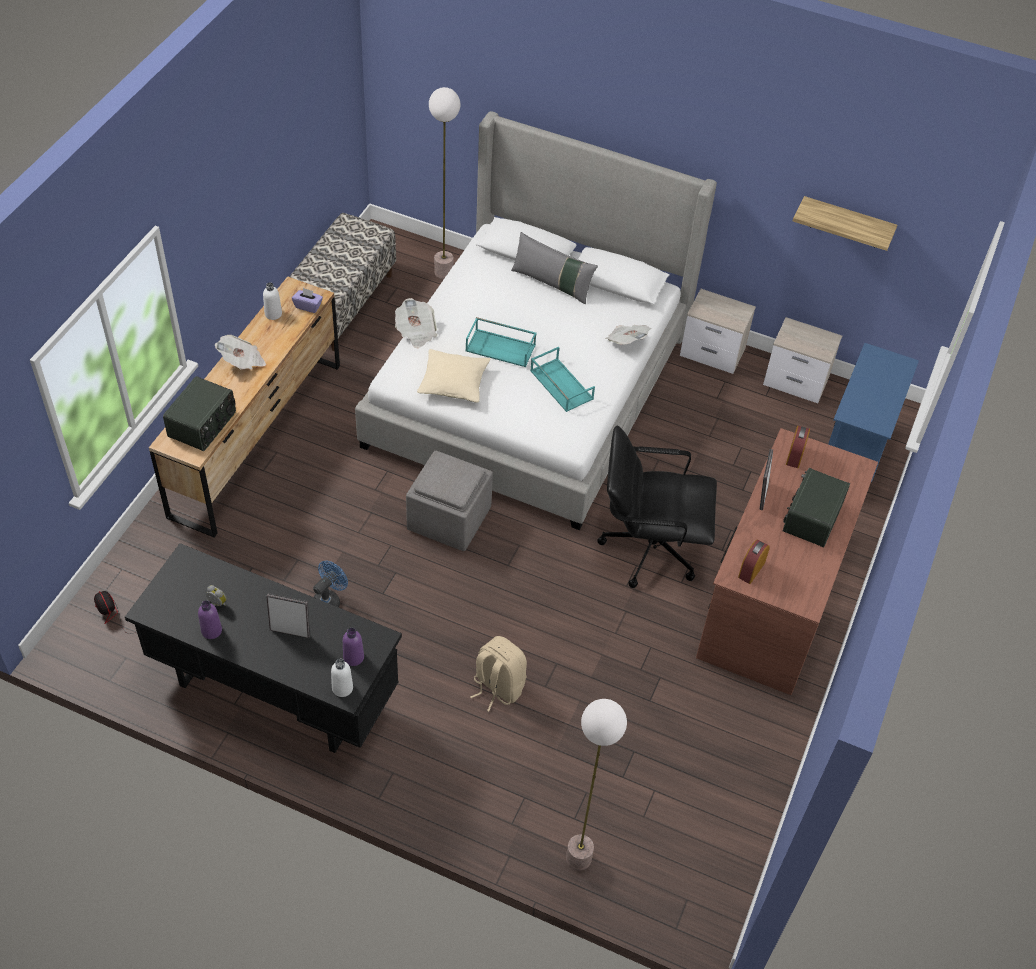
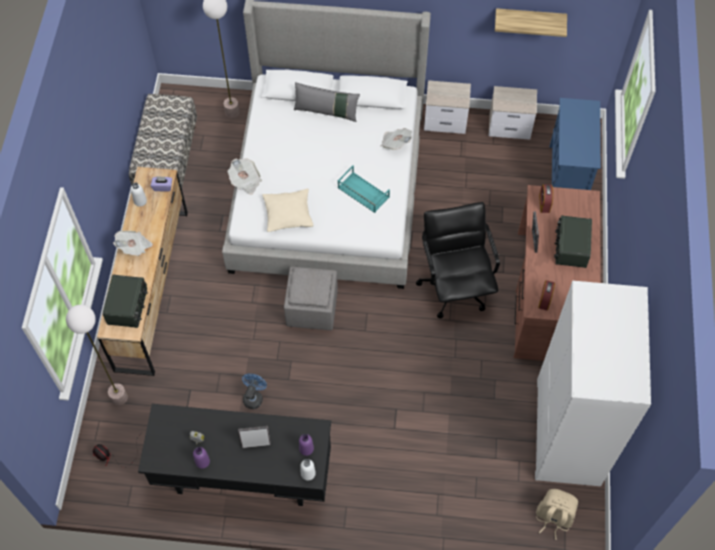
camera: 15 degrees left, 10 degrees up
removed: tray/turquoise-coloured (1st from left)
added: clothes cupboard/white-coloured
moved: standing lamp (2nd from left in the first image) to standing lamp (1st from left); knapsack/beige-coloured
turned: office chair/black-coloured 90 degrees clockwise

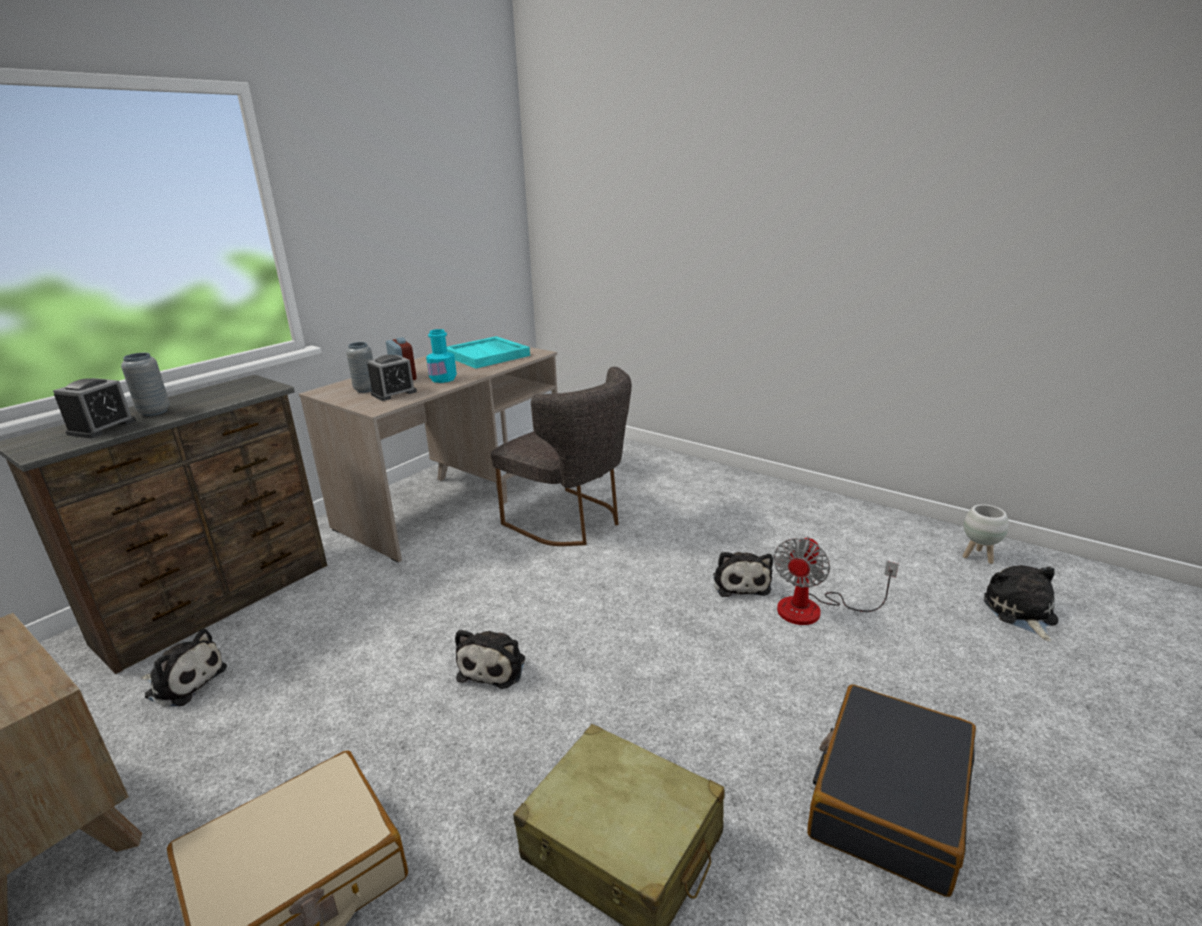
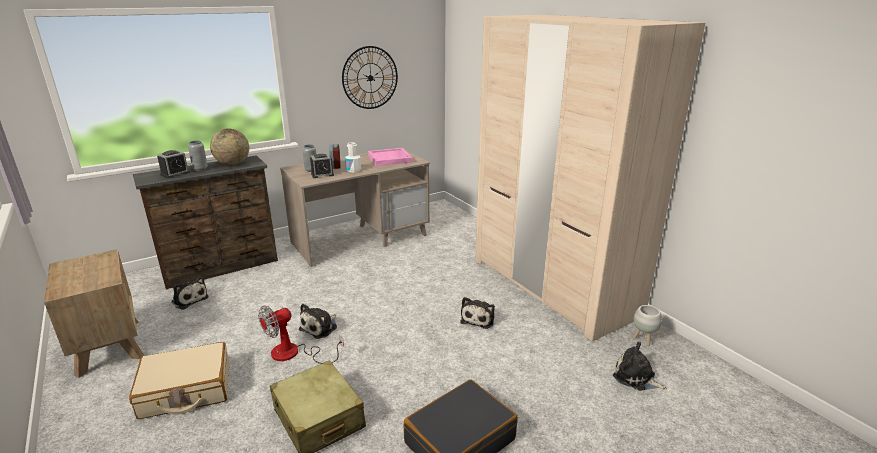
camera: 20 degrees right, 0 degrees up
removed: plain chair/greyish
added: globe; clock on the wall; clothes cupboard/beige-coloured
moved: cooling fan
recoloured: beverage bottle/turquoise-coloured to beverage bottle/white-coloured; tray/turquoise-coloured to tray/pink-coloured
turned: plush toy (4th from left) 75 degrees counterclockwise

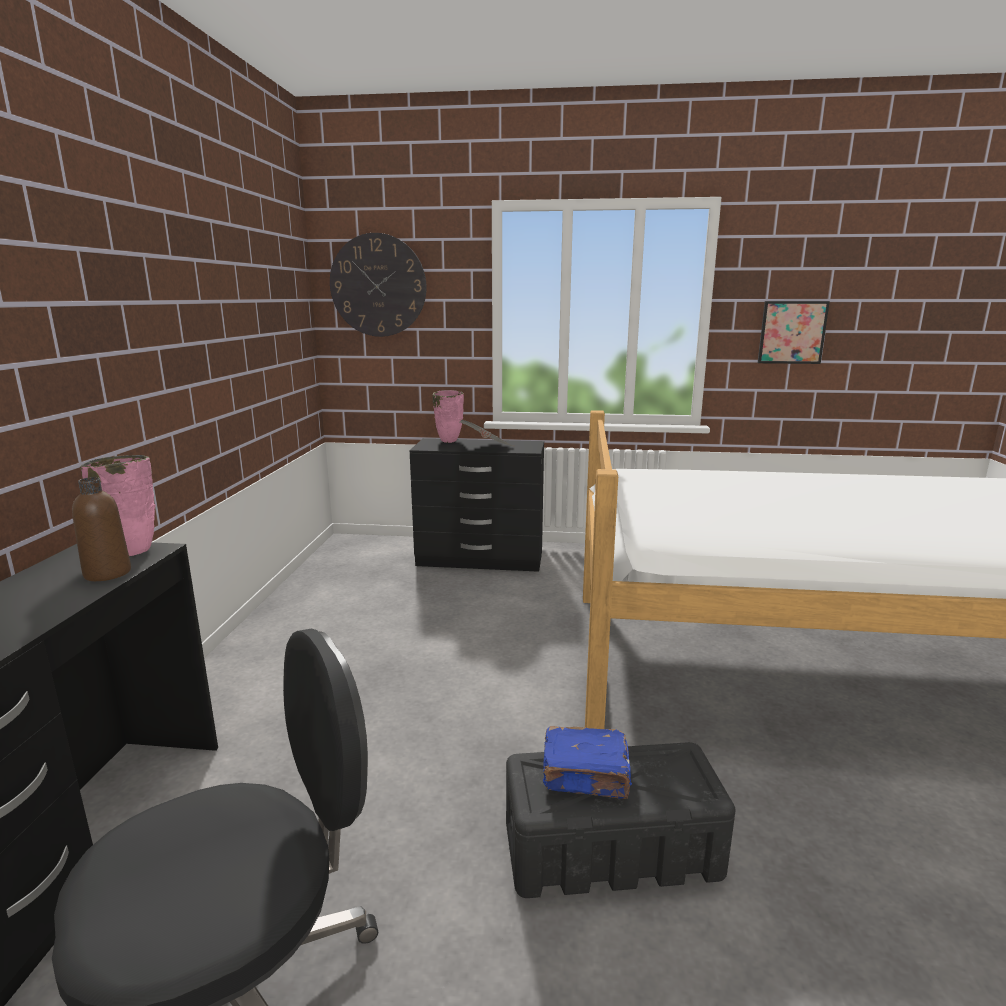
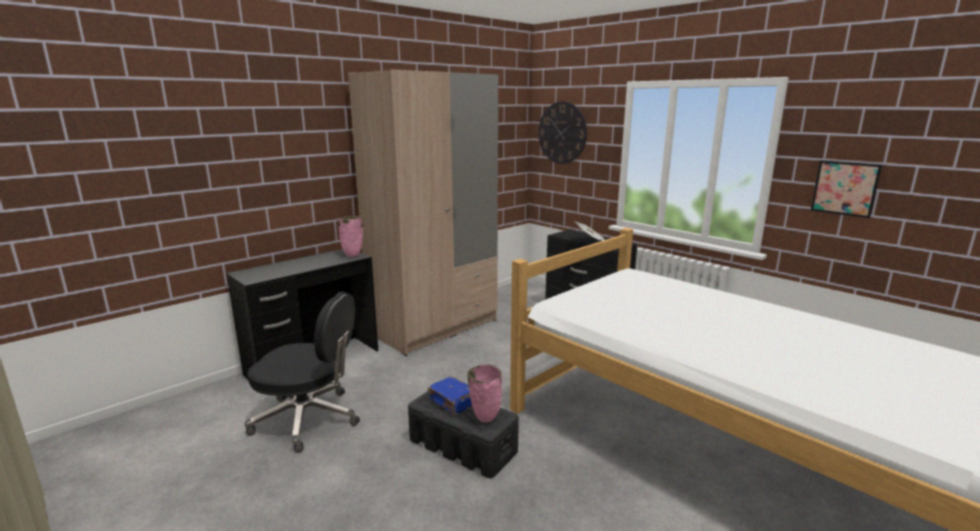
camera: 40 degrees right, 0 degrees up
removed: beverage bottle/brown
added: clothes cupboard/beige-coloured
moved: decorative vase/pink-coloured (2nd from left)

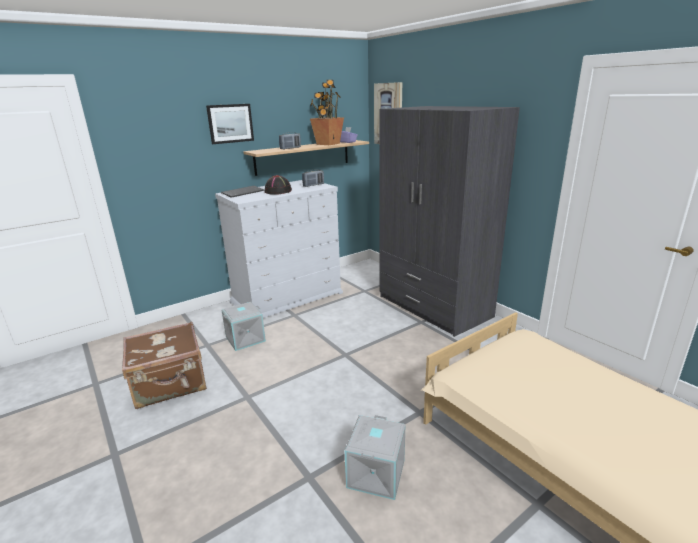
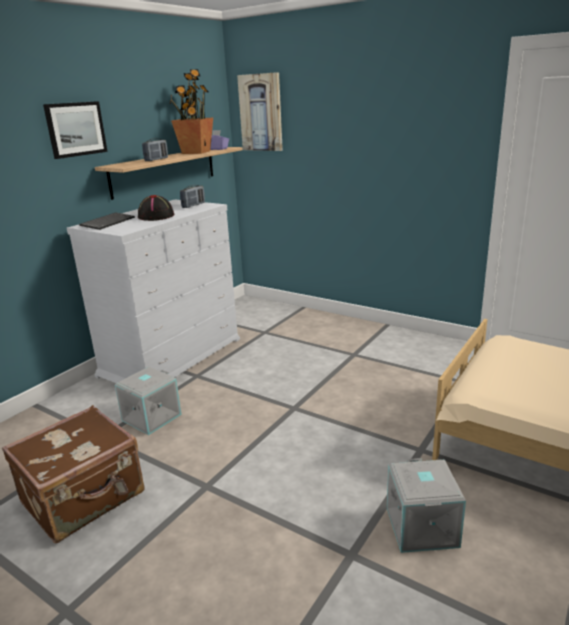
camera: 20 degrees left, 0 degrees up
removed: clothes cupboard/greyish

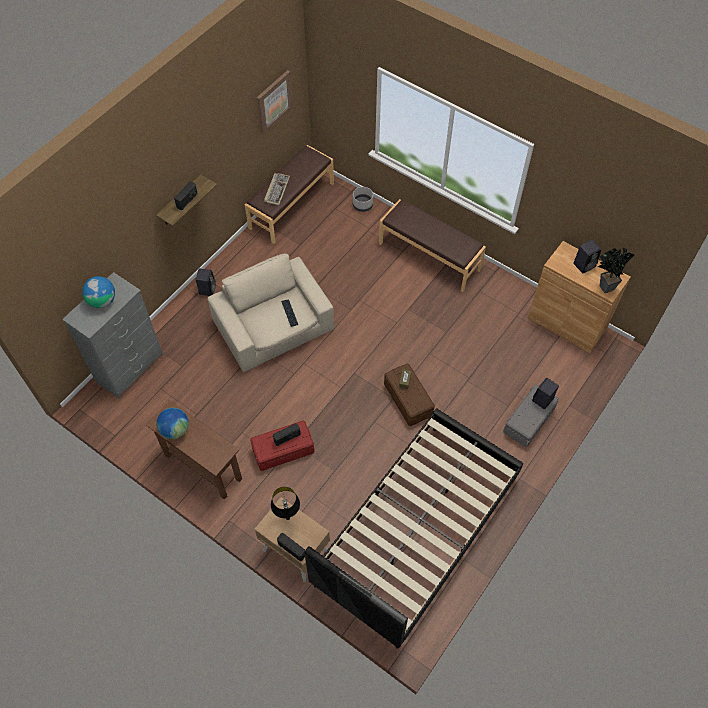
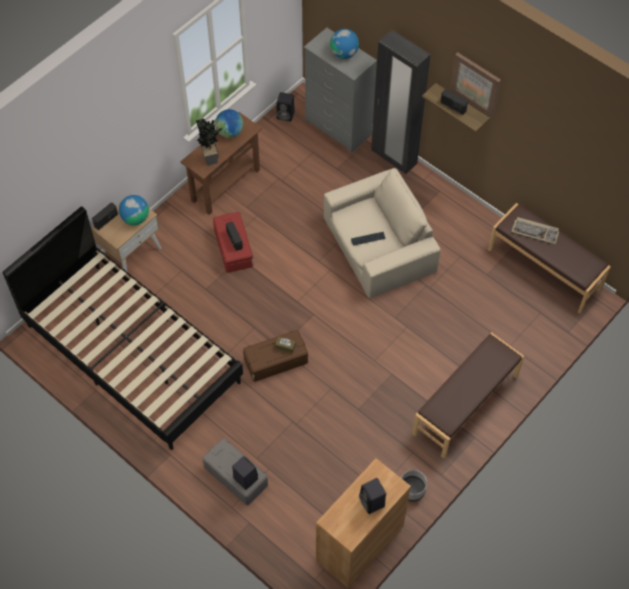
camera: 95 degrees right, 0 degrees up
added: clothes cupboard/black-coloured
moved: houseplant; speaker/black-coloured (1st from left in the first image) to speaker/black-coloured (2nd from left); plant pot/greyish; wall picture
replaced: tabletop lamp/black-coloured to globe (1st from left)

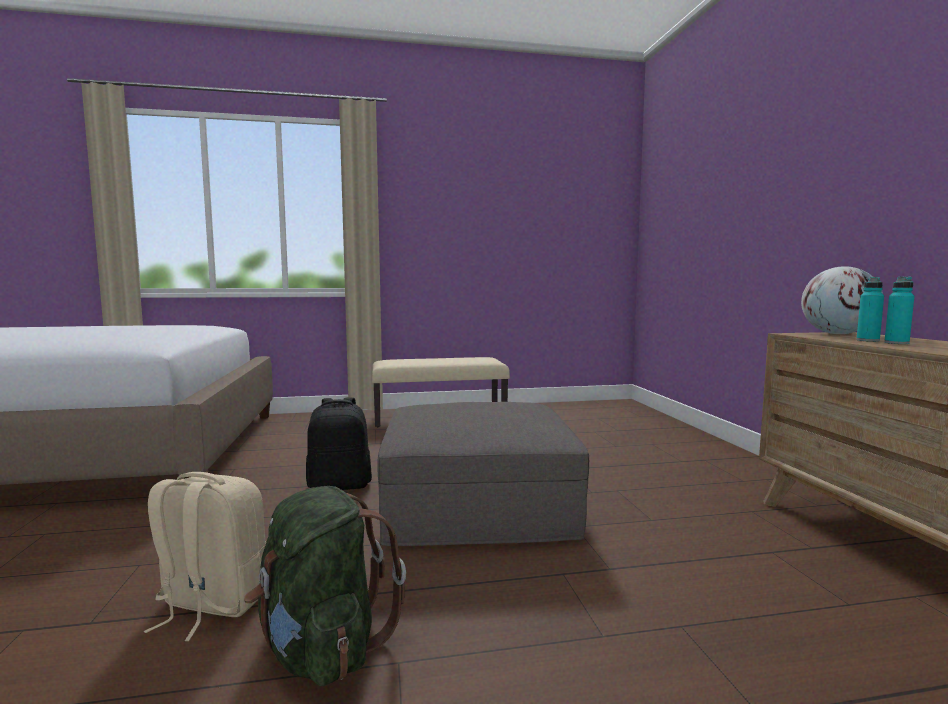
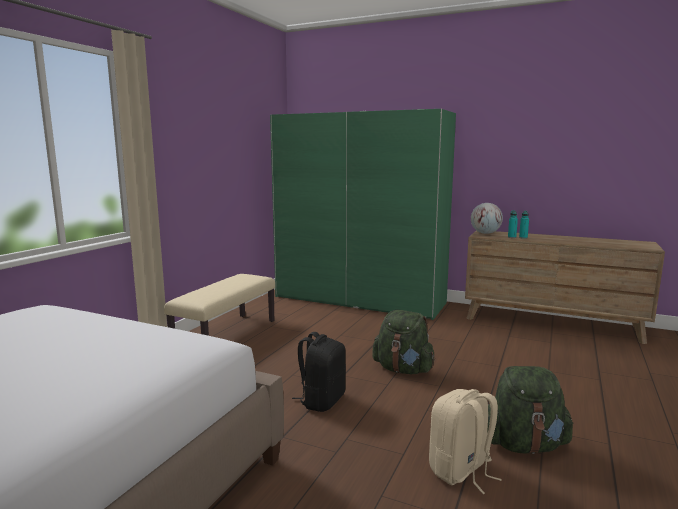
camera: 55 degrees left, 5 degrees up
added: clothes cupboard/green
replaced: pouffe/greyish to knapsack/green (1st from left)

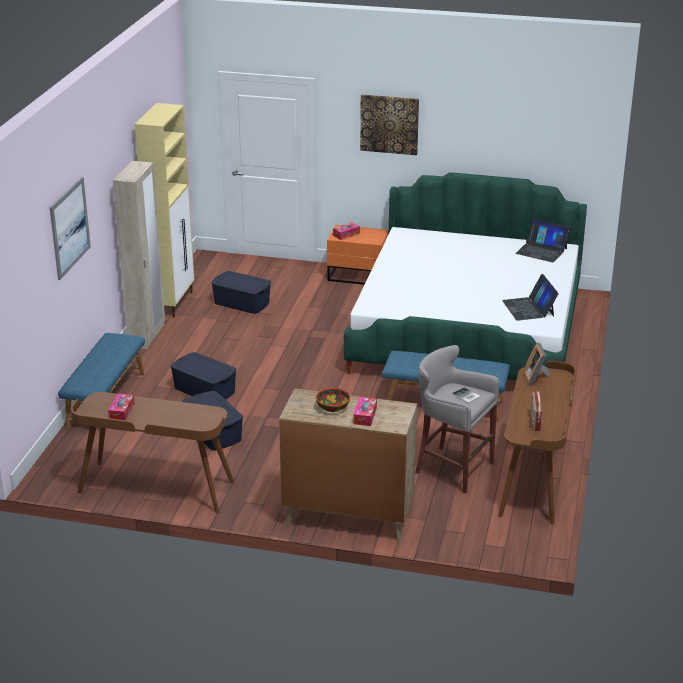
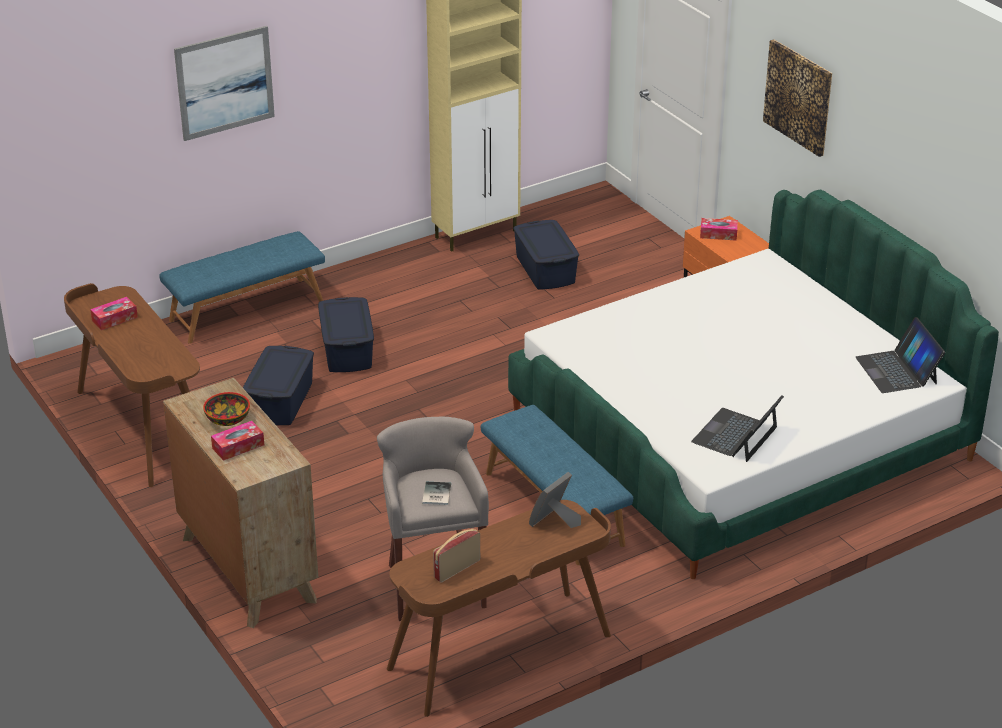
camera: 45 degrees right, 5 degrees up
removed: clothes cupboard/beige-coloured

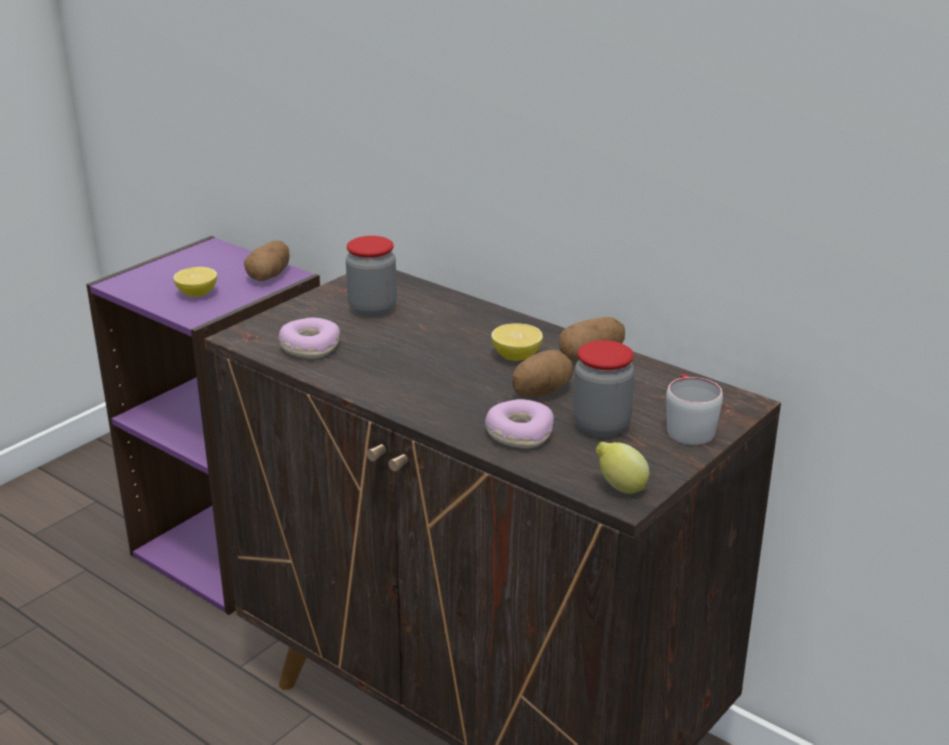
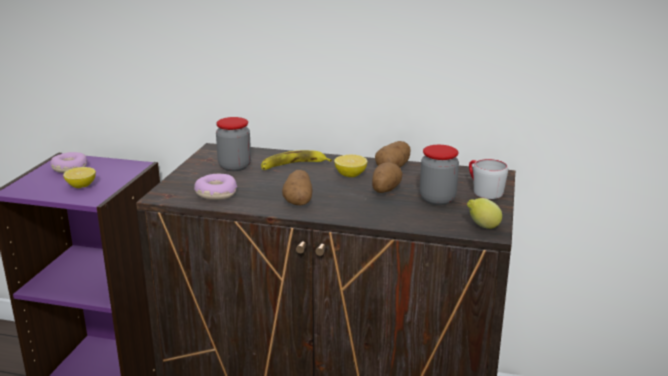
camera: 25 degrees left, 5 degrees down
added: banana
moved: donut (2nd from left in the first image) to donut (1st from left); potato (1st from left)

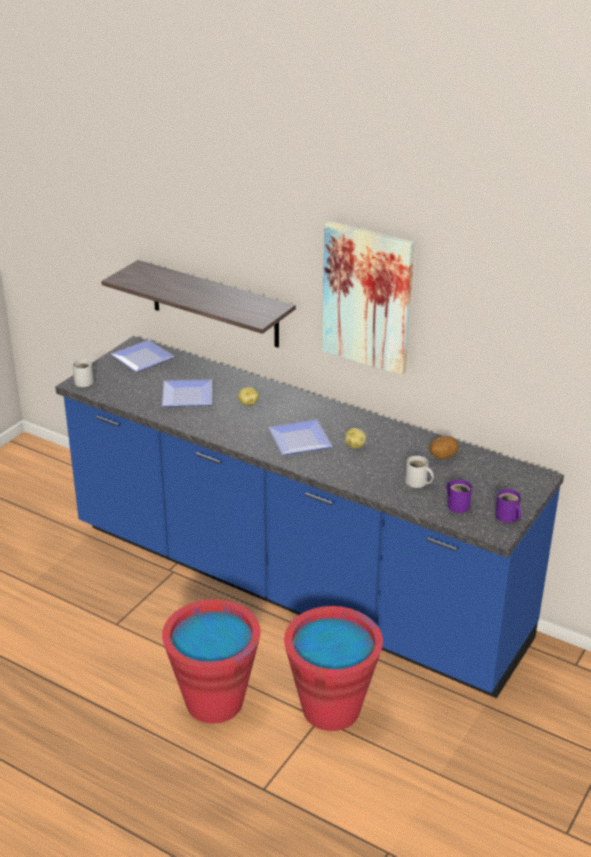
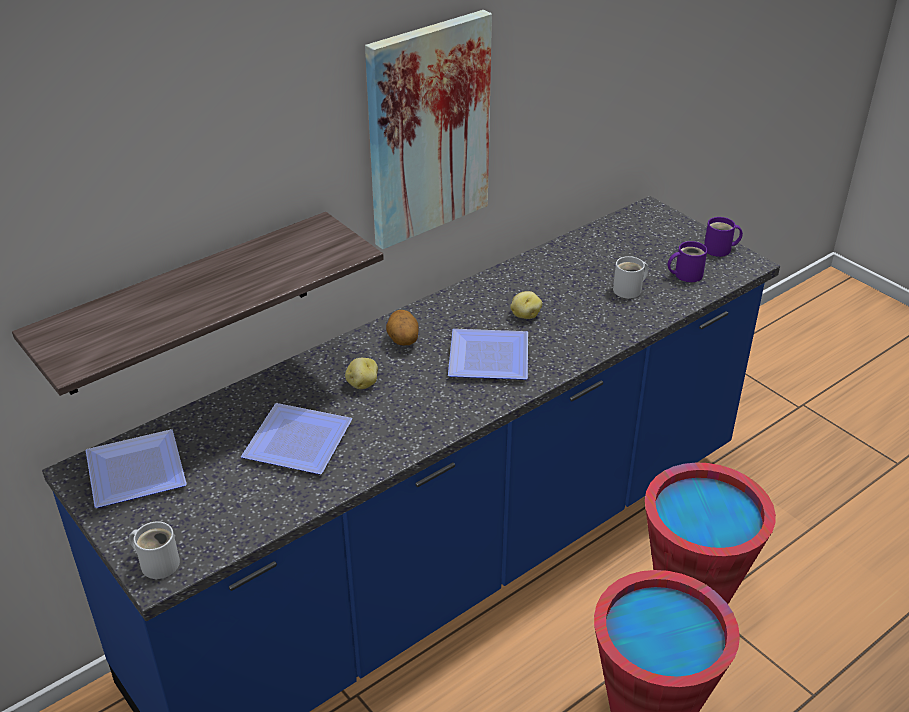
camera: 70 degrees left, 5 degrees up
moved: potato (3rd from left in the first image) to potato (2nd from left)

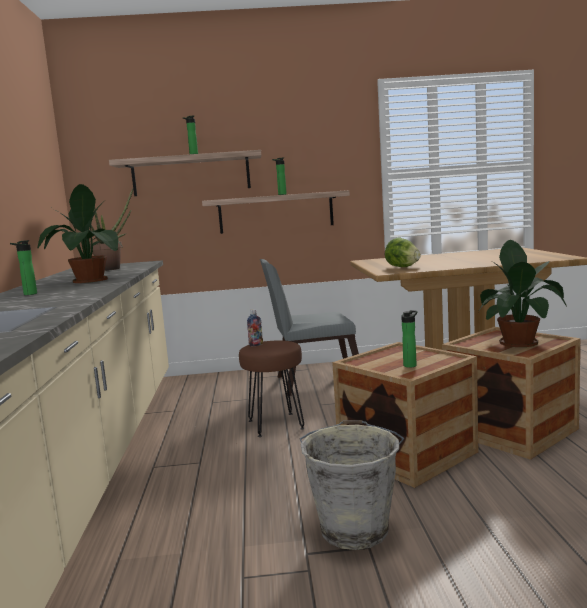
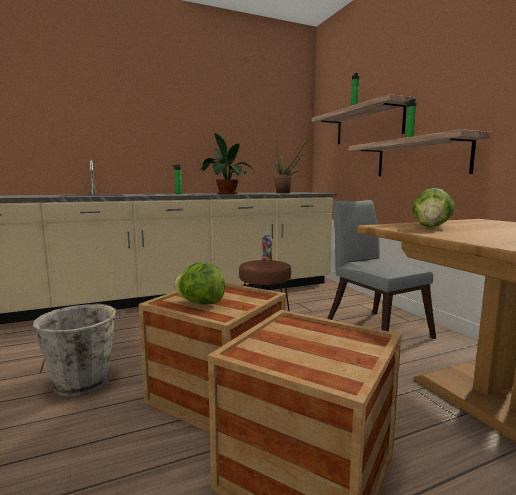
camera: 70 degrees right, 0 degrees up
removed: houseplant (3rd from left)
replaced: beverage bottle (5th from left) to lettuce (1st from left)

